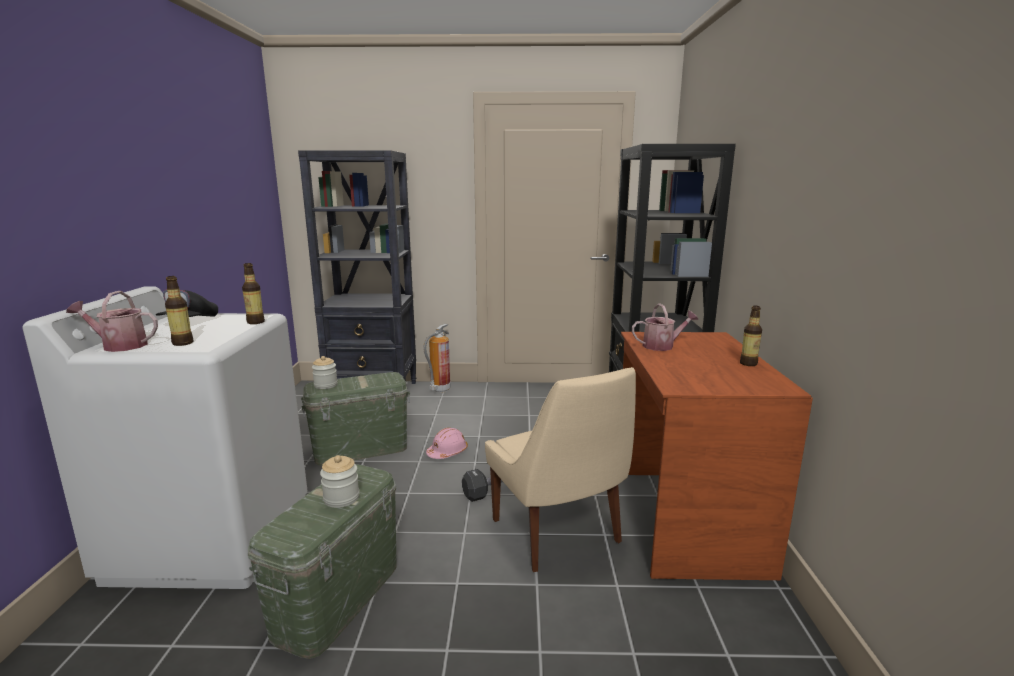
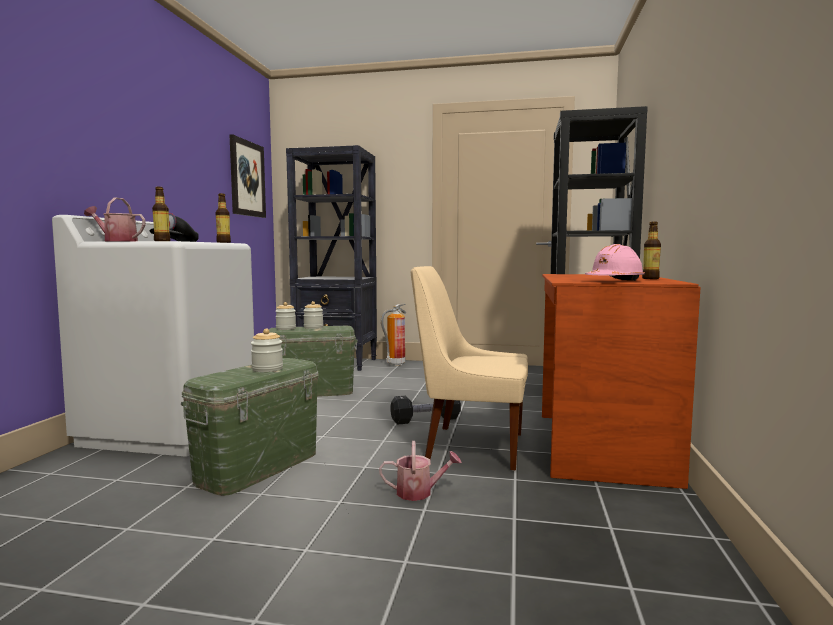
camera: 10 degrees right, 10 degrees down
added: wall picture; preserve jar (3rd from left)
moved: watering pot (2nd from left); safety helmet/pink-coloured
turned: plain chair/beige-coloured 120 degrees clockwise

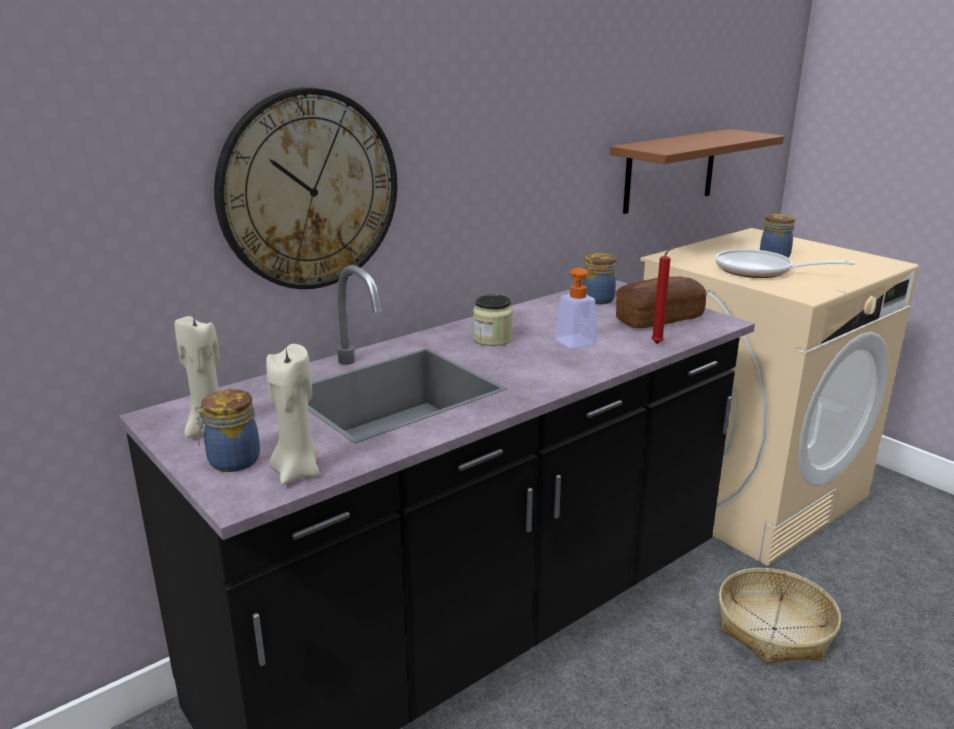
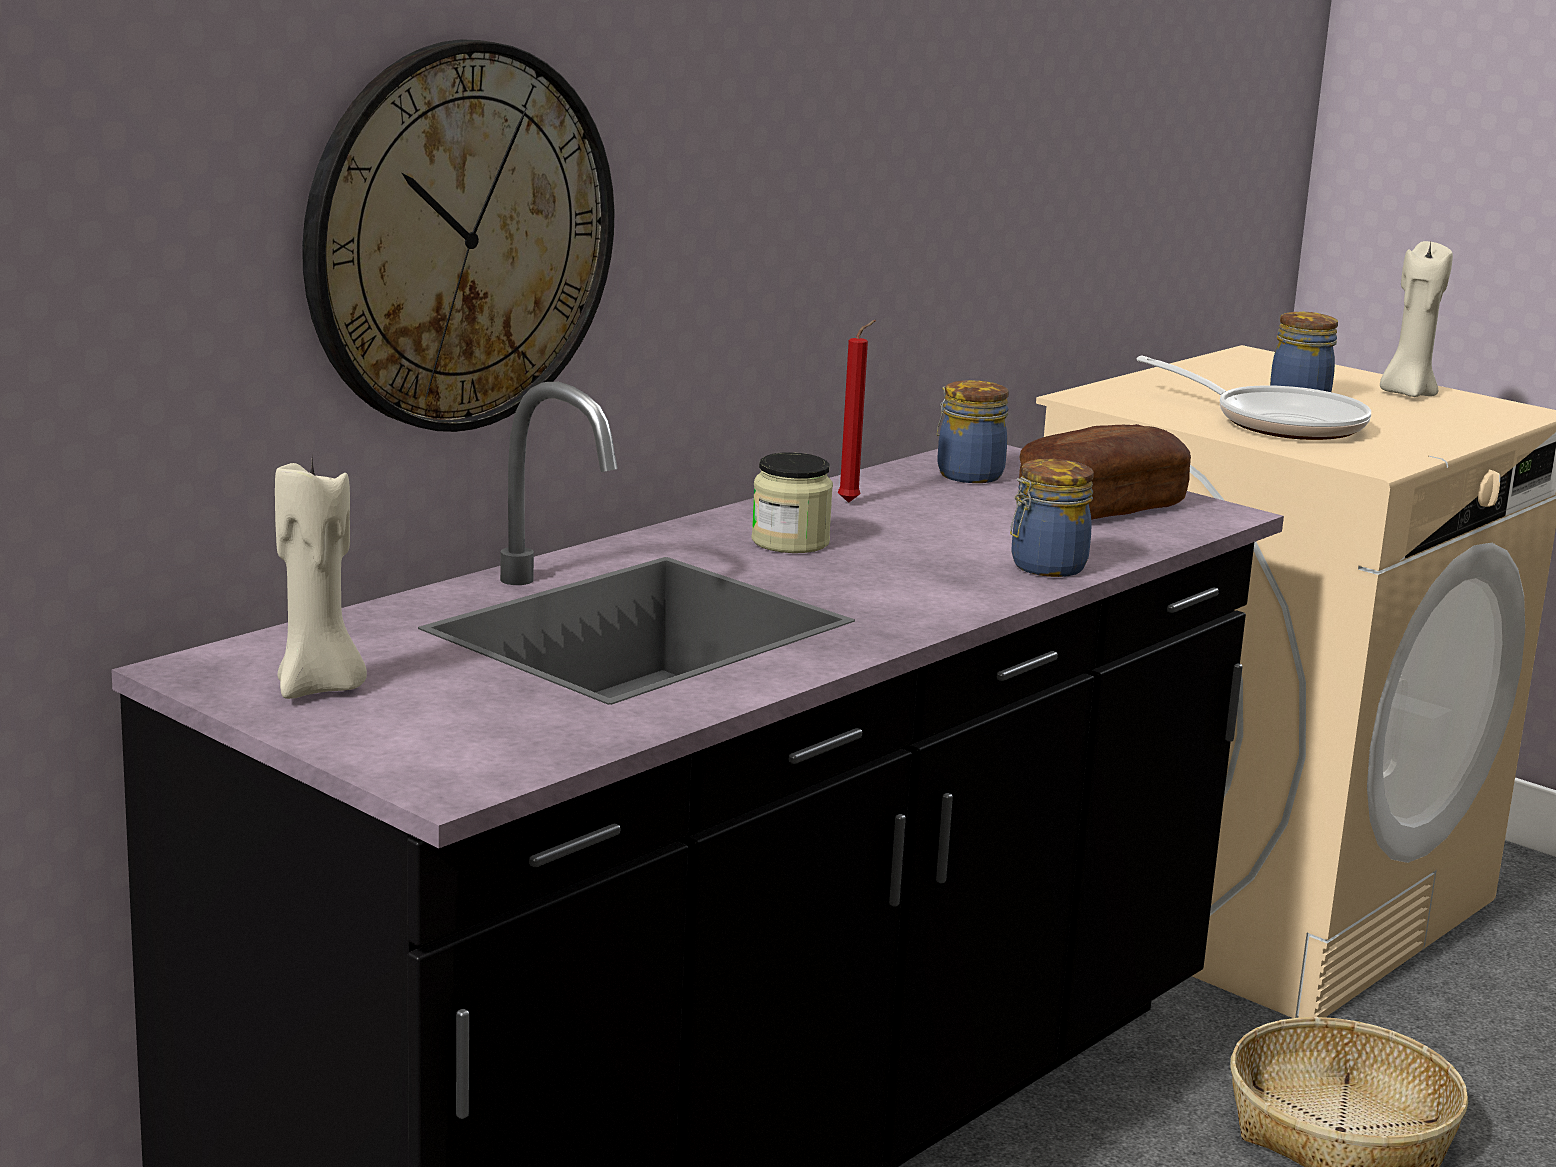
camera: 10 degrees left, 5 degrees down
removed: liquid soap bottle; bracket shelf/brown
moved: wax candle/red-coloured; preserve jar (1st from left in the first image) to preserve jar (3rd from left); wax candle/beige-coloured (2nd from left)
turned: skillet 150 degrees counterclockwise

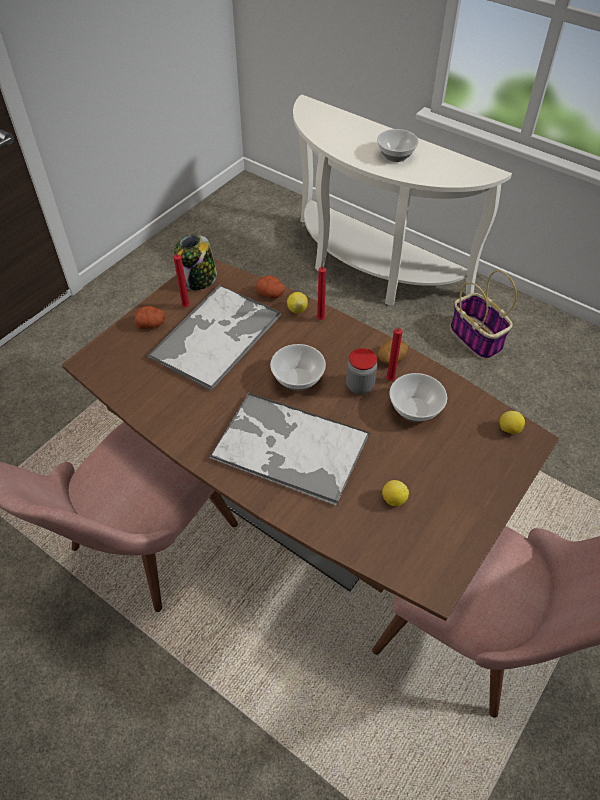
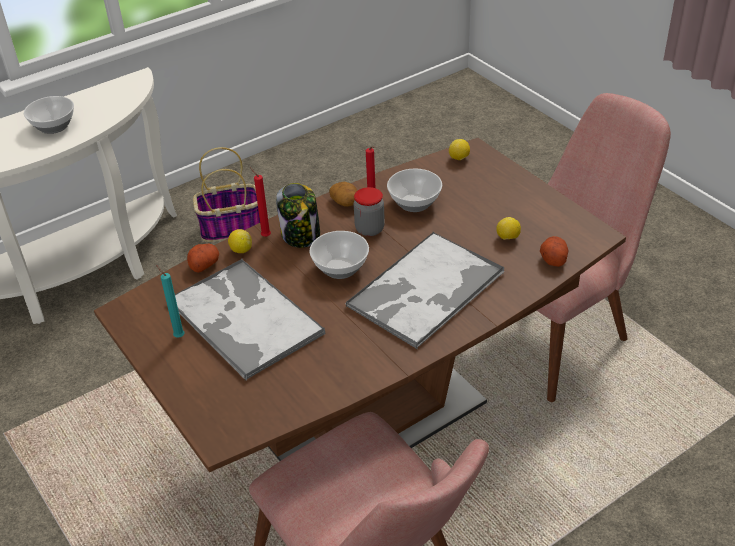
camera: 70 degrees left, 10 degrees down
moved: preserve jar (1st from left); potato (1st from left in the first image) to potato (3rd from left)
recoloured: wax candle/red-coloured (1st from left) to wax candle/turquoise-coloured

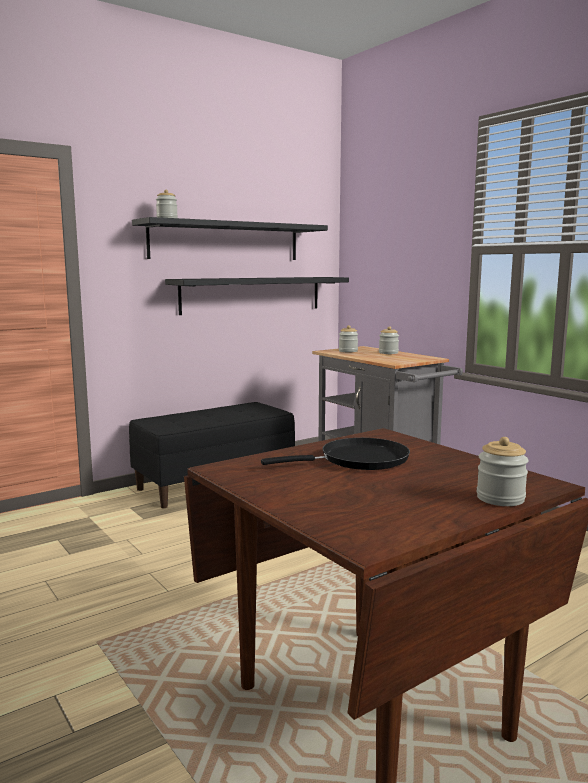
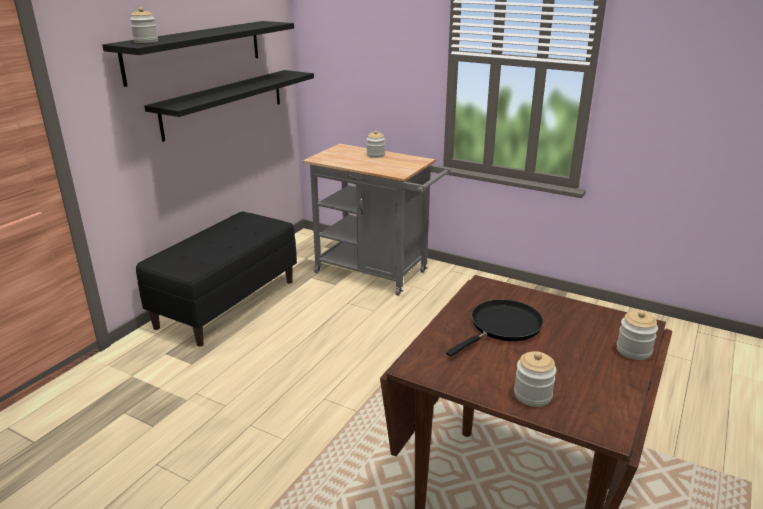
camera: 25 degrees left, 15 degrees up
moved: preserve jar (2nd from left in the first image) to preserve jar (3rd from left)

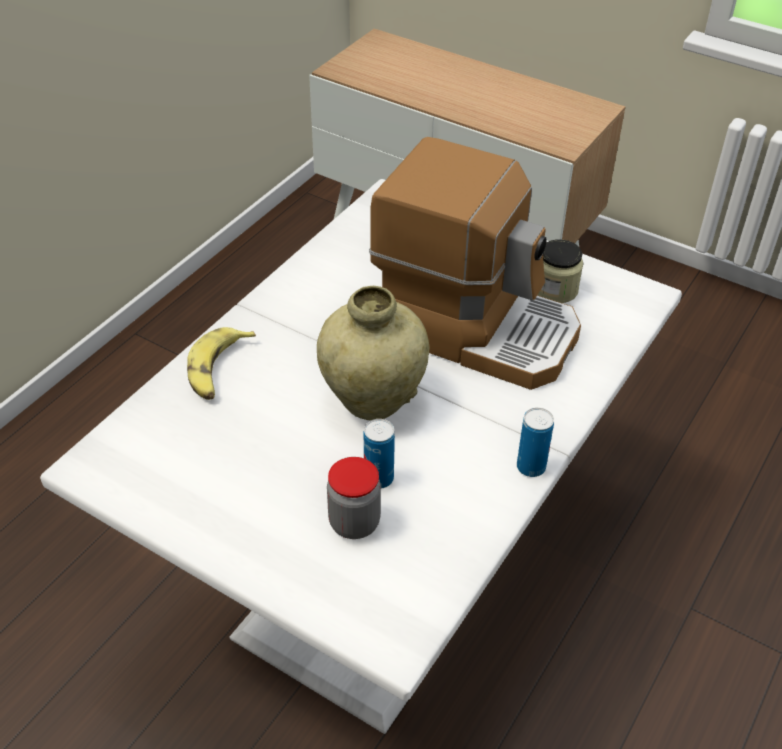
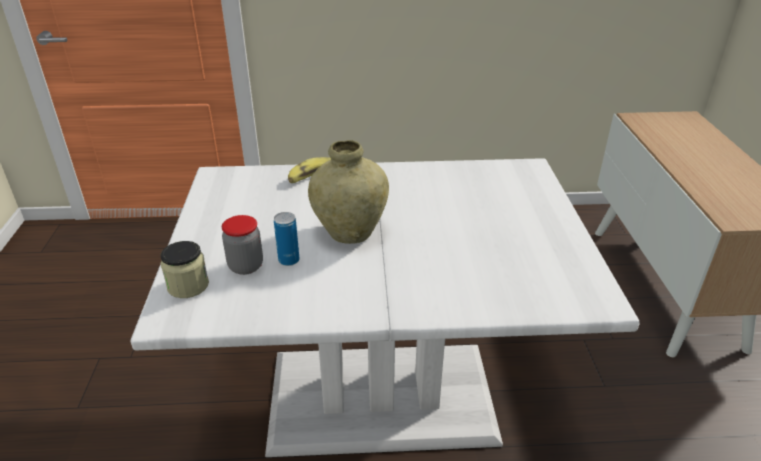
camera: 55 degrees right, 10 degrees down
removed: coffee brewer; can (2nd from left)
moved: preserve jar (2nd from left in the first image) to preserve jar (1st from left)

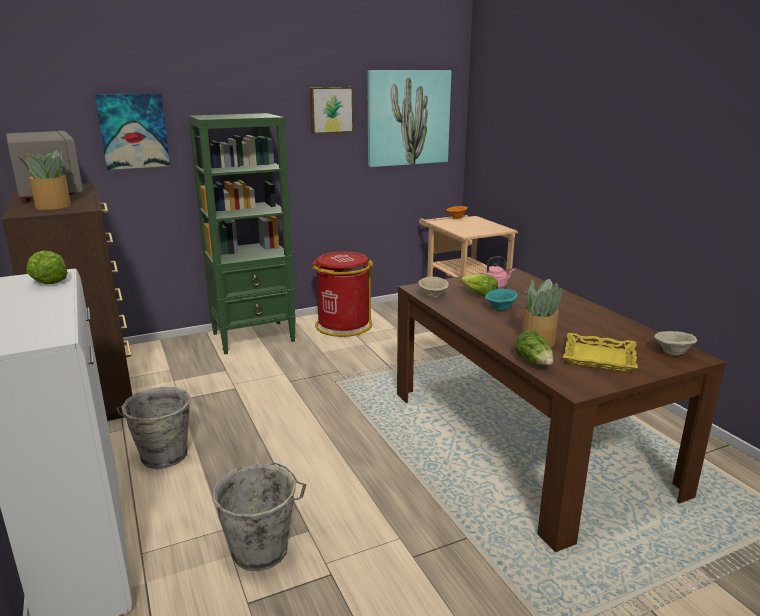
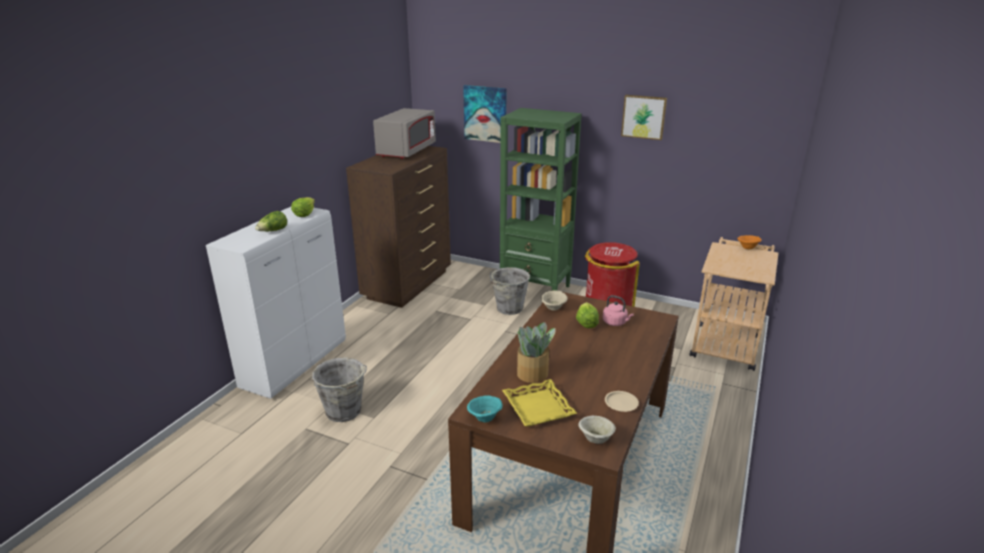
camera: 50 degrees right, 5 degrees up
removed: houseplant (1st from left); wall picture (3rd from left)
added: plate/beige-coloured
moved: lettuce (3rd from left in the first image) to lettuce (1st from left); bowl/turquoise-coloured; water bucket/greyish (1st from left in the first image) to water bucket/greyish (2nd from left)

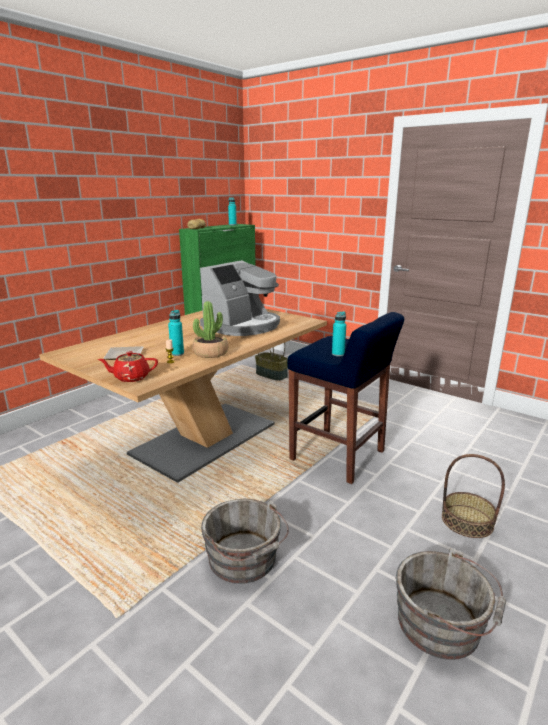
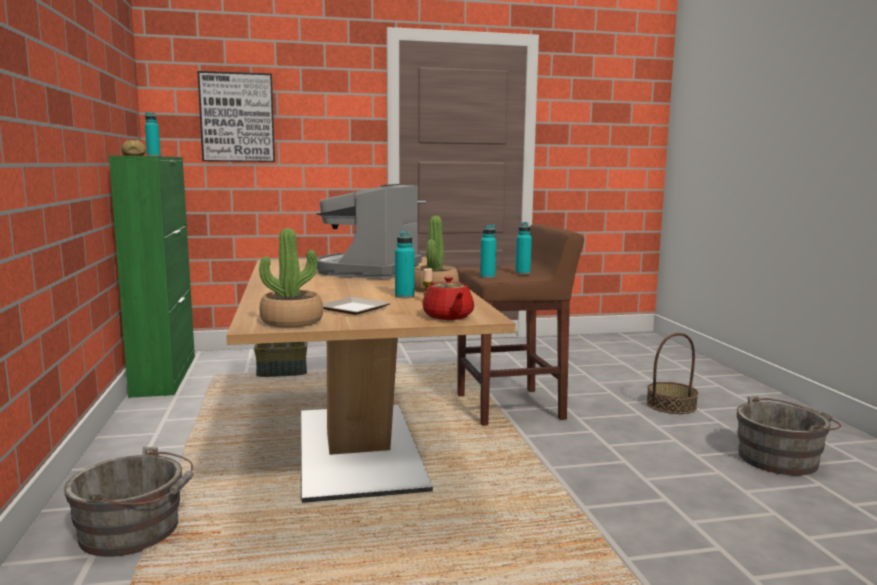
camera: 50 degrees left, 10 degrees down
added: wall picture; houseplant (1st from left); beverage bottle/turquoise-coloured (3rd from left)
moved: water bucket/greyish (1st from left)
recoloured: stool seat/blue-coloured to stool seat/brown
turned: coffee brewer 150 degrees counterclockwise; pot for tea/red-coloured 45 degrees counterclockwise

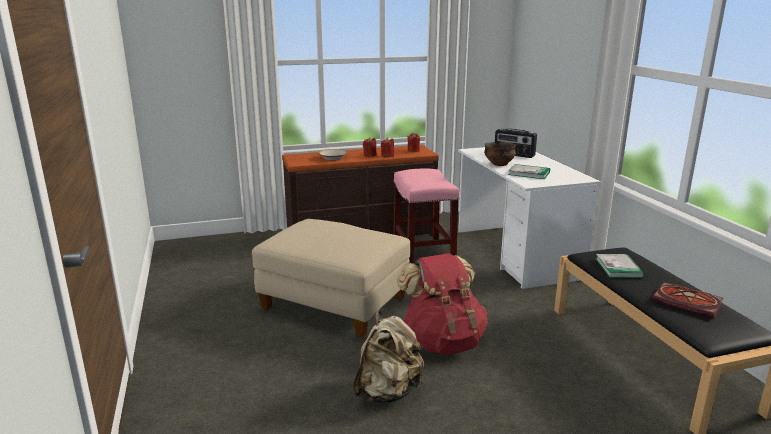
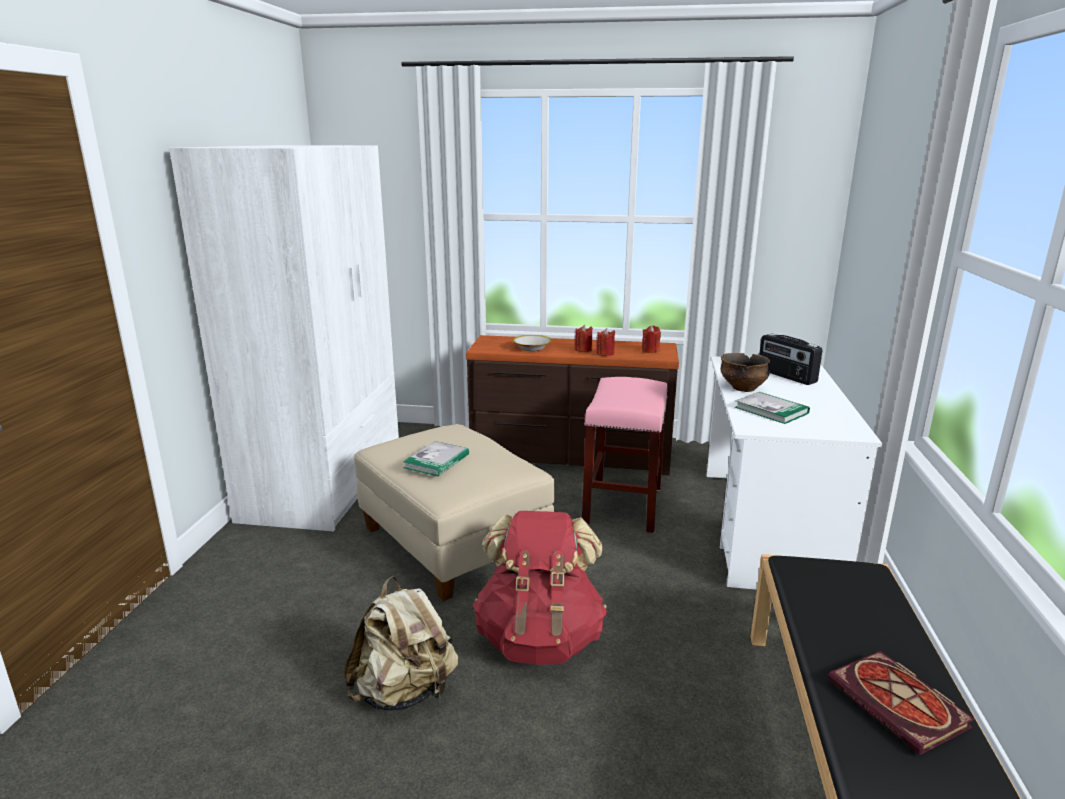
camera: 25 degrees right, 0 degrees up
added: clothes cupboard/white-coloured
moved: bound book (2nd from left in the first image) to bound book (1st from left)

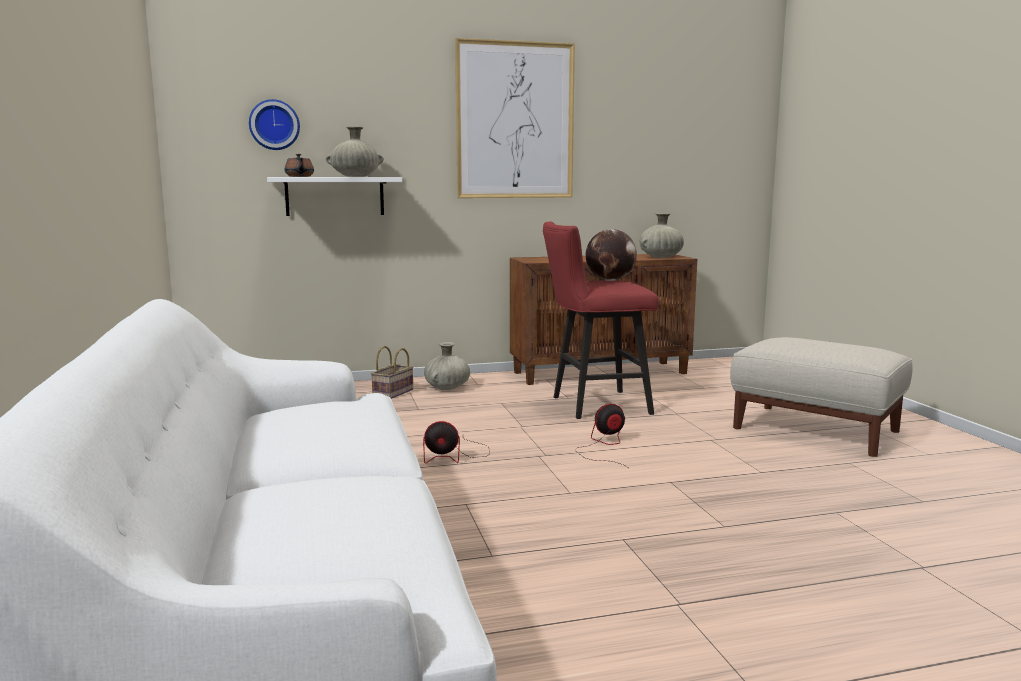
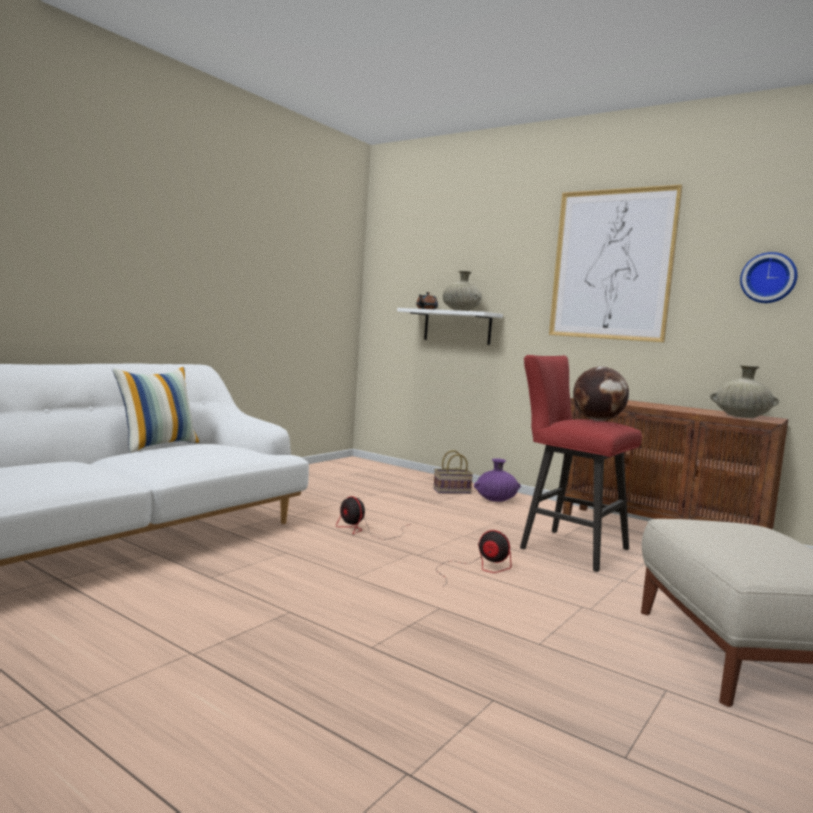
camera: 50 degrees right, 5 degrees down
added: cushion
moved: clock on the wall
recoloured: decorative vase/beige-coloured (2nd from left) to decorative vase/purple

